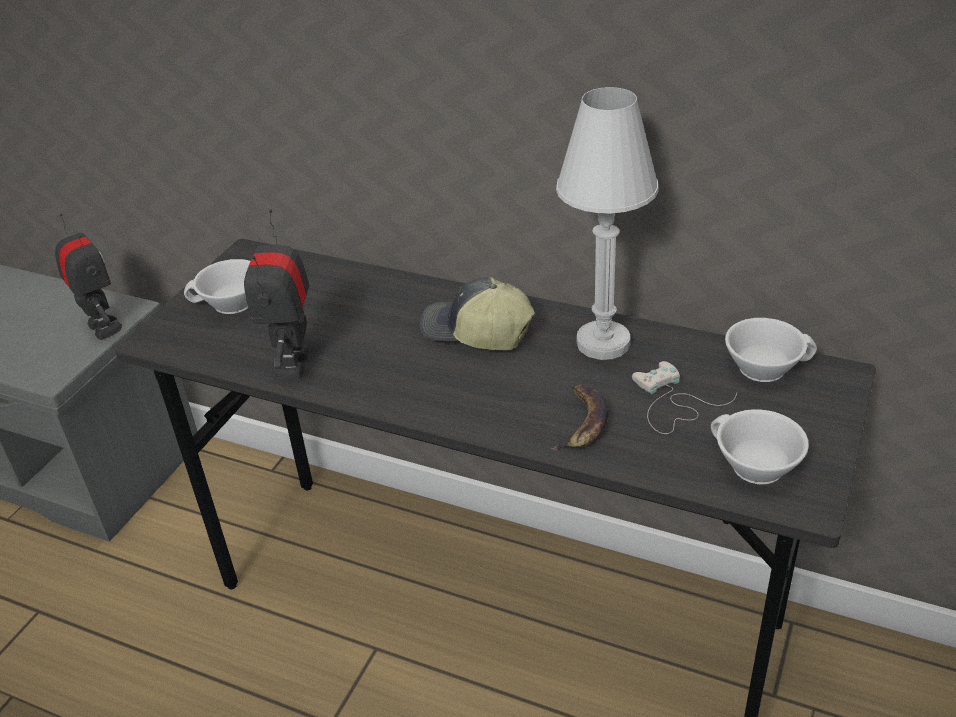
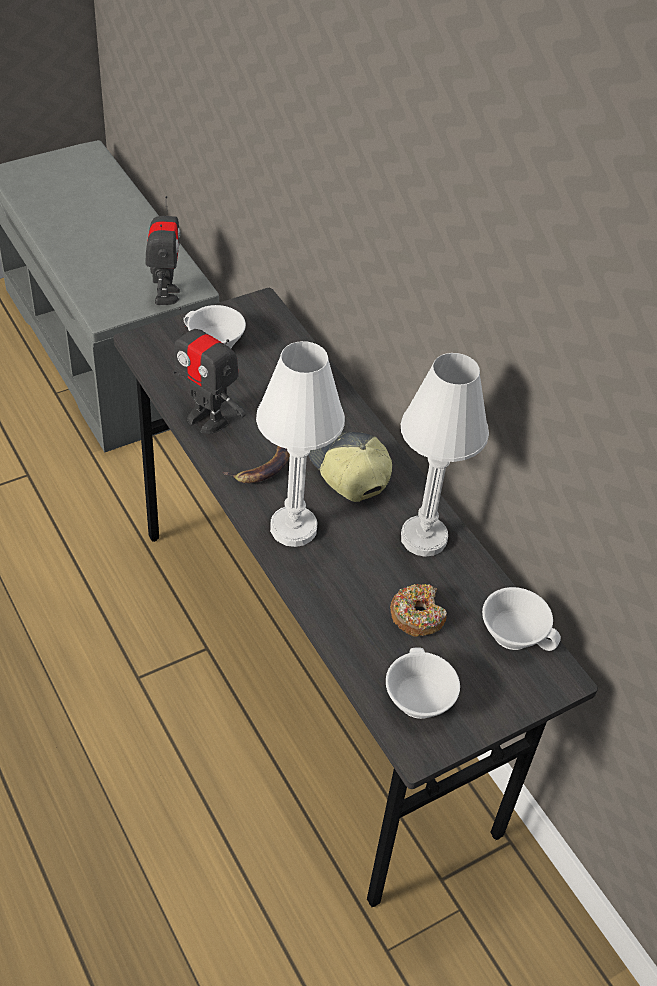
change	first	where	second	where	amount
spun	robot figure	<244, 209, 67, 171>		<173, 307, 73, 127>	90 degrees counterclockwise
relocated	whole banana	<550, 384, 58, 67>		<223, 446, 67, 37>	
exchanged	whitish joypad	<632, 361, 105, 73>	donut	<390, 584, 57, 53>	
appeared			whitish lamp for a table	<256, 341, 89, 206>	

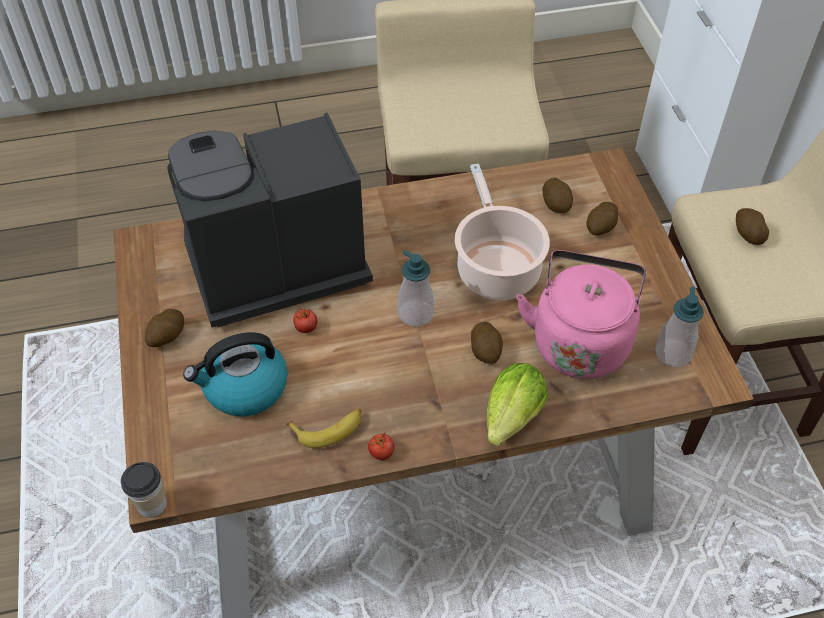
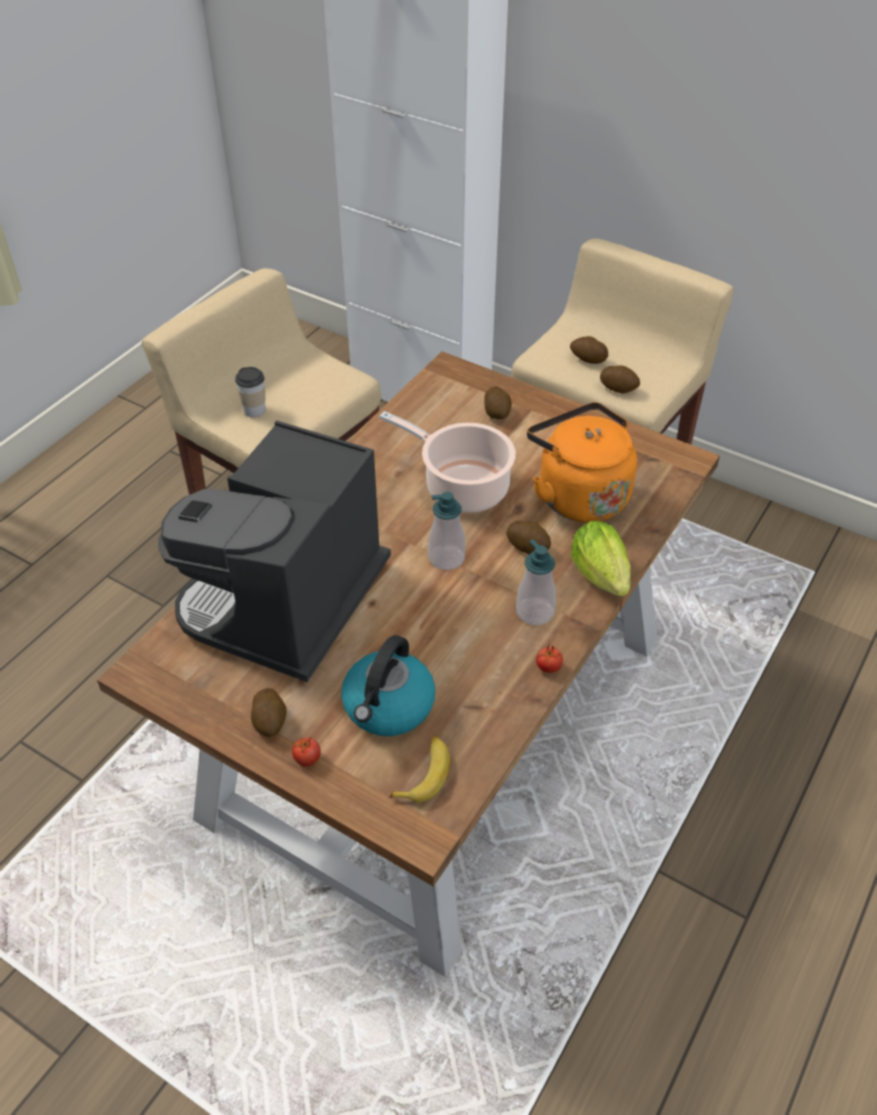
change	first	where	second	where	amount
relocated	drinking cup	<121, 462, 45, 56>		<235, 367, 31, 50>	
relocated	whole banana	<286, 409, 75, 39>		<389, 736, 61, 67>	
relocated	fresh tomato	<293, 309, 24, 24>		<292, 736, 29, 30>	
colour	pinkish water kettle	<516, 250, 130, 129>	orangey water kettle	<527, 402, 110, 121>	
relocated	whole potato	<542, 178, 31, 35>		<600, 365, 40, 28>	
relocated	soap dispenser	<655, 286, 49, 81>		<516, 539, 40, 86>	

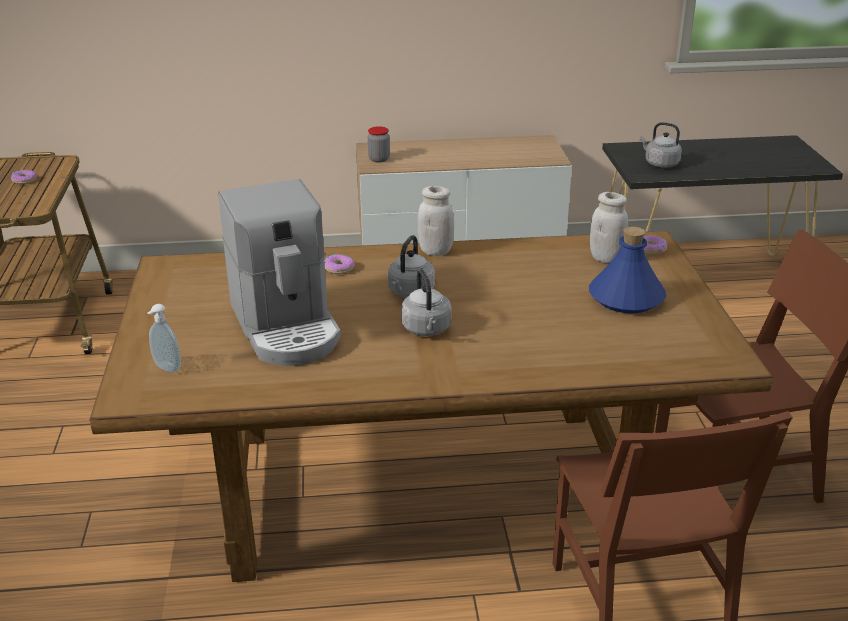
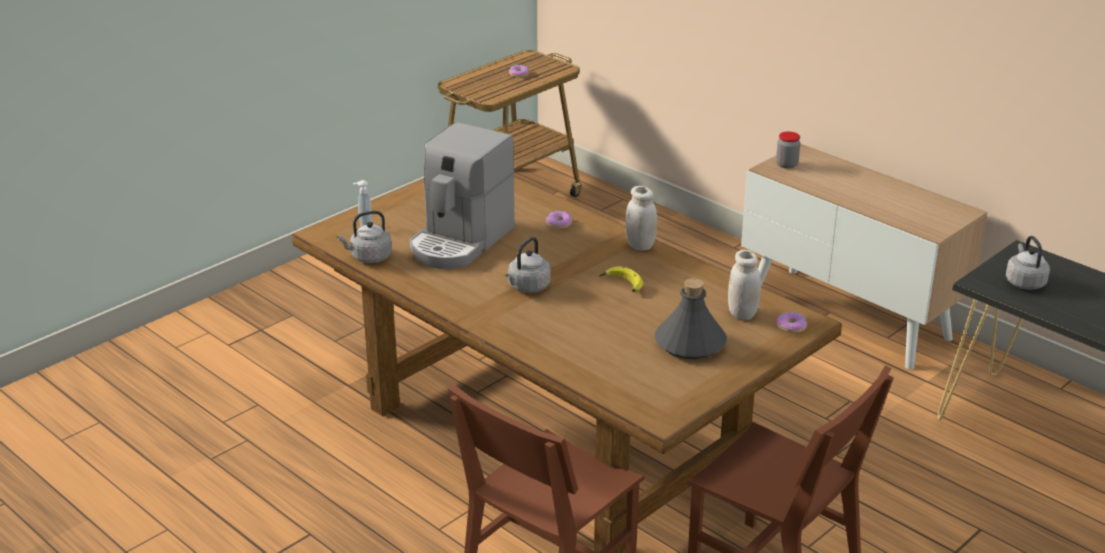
change	first	where	second	where	amount
relocated	greyish water kettle	<388, 235, 47, 63>		<337, 211, 55, 52>	
colour	bluish bottle	<589, 227, 77, 86>	greyish bottle	<655, 278, 72, 81>	
appeared			whole banana	<599, 266, 44, 26>	

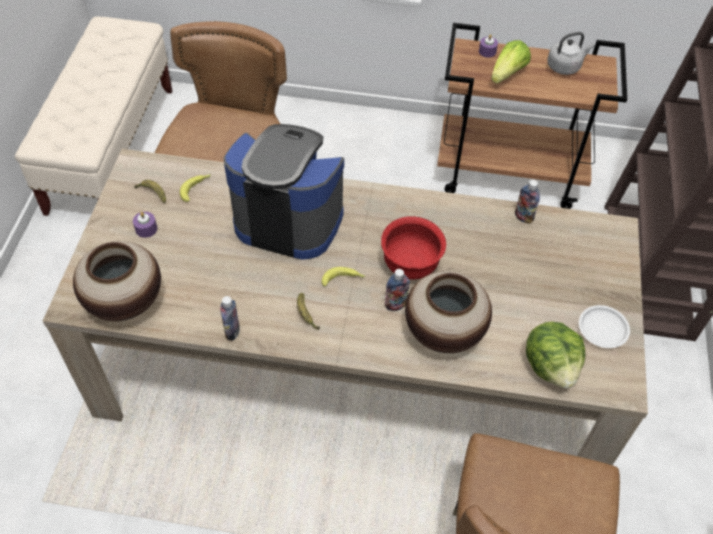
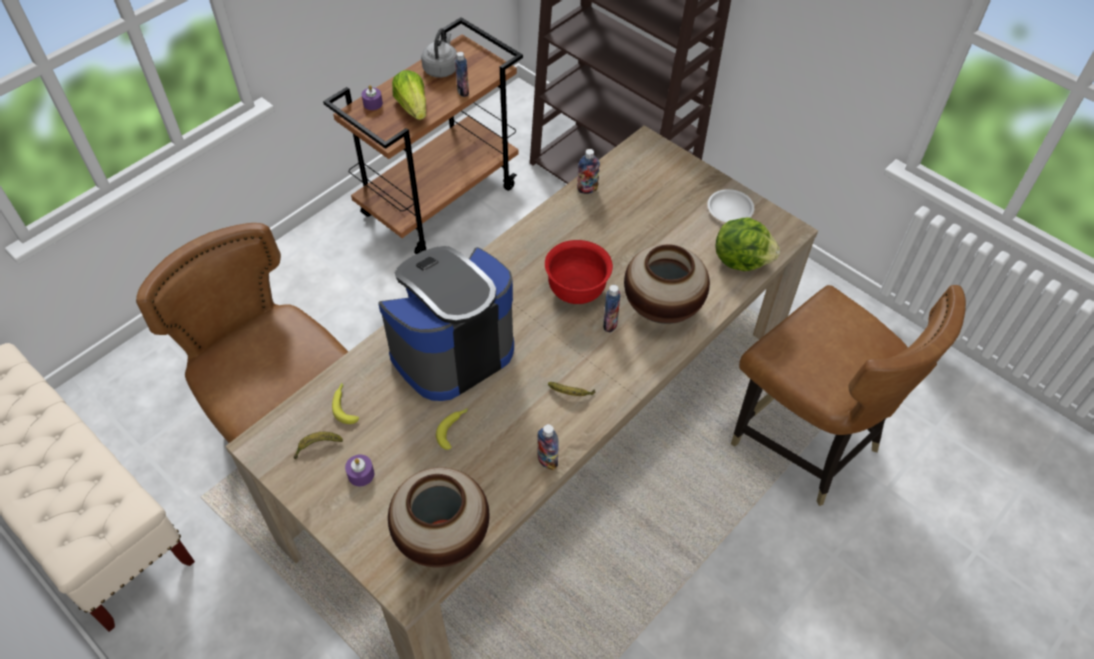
change	first	where	second	where	amount
relocated	whole banana	<322, 267, 43, 19>		<436, 408, 32, 42>	
appeared			bottle	<455, 52, 14, 45>	

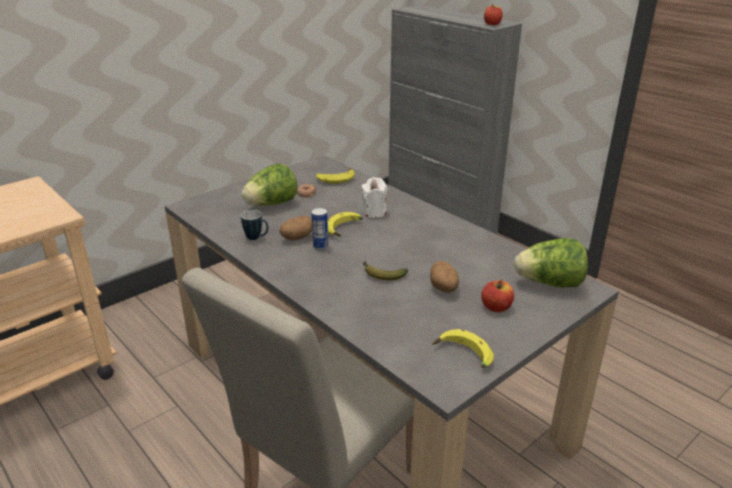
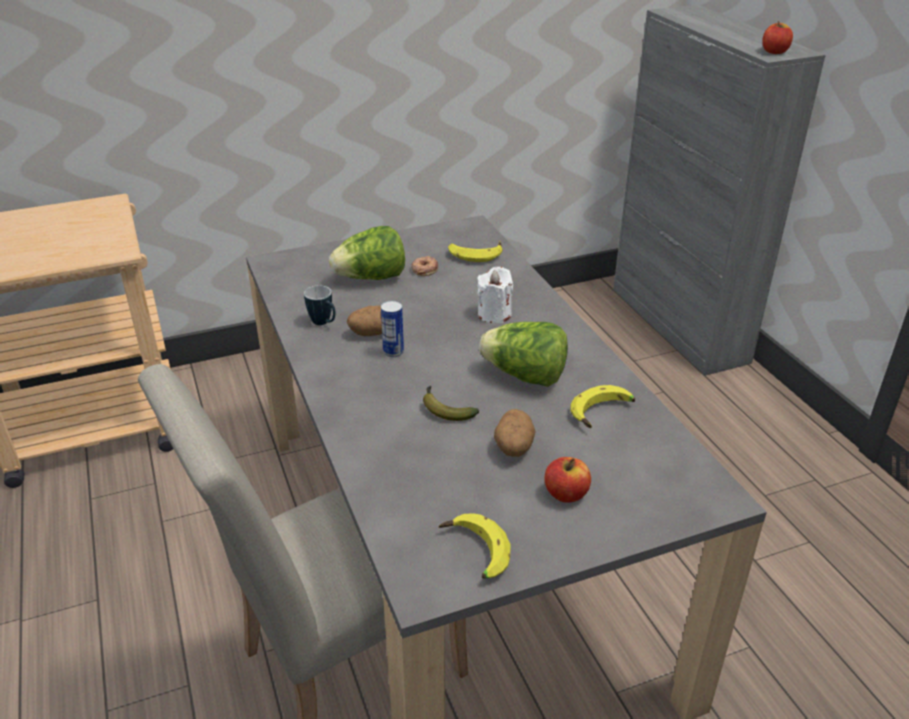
change	first	where	second	where	amount
relocated	whole banana	<328, 212, 35, 25>		<571, 385, 64, 43>	
relocated	head of lettuce	<514, 238, 74, 49>		<479, 322, 89, 65>	

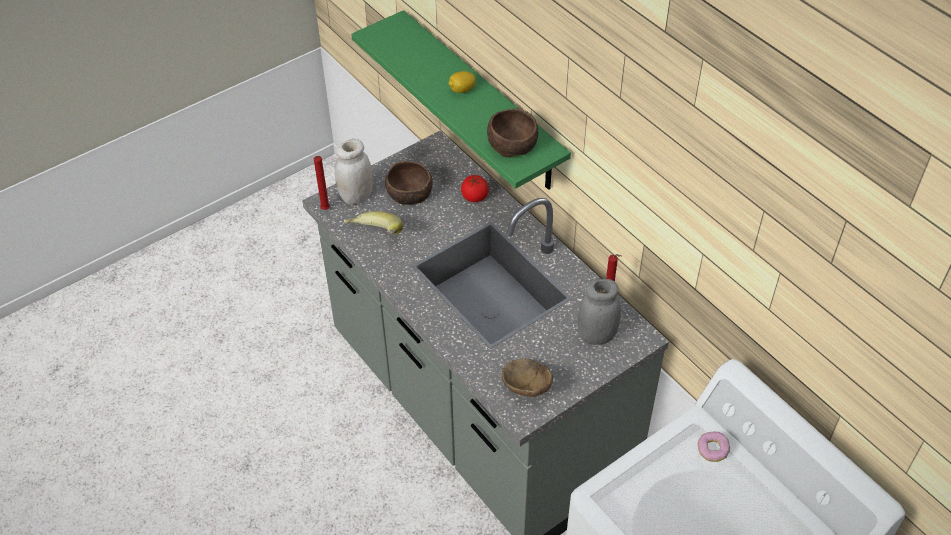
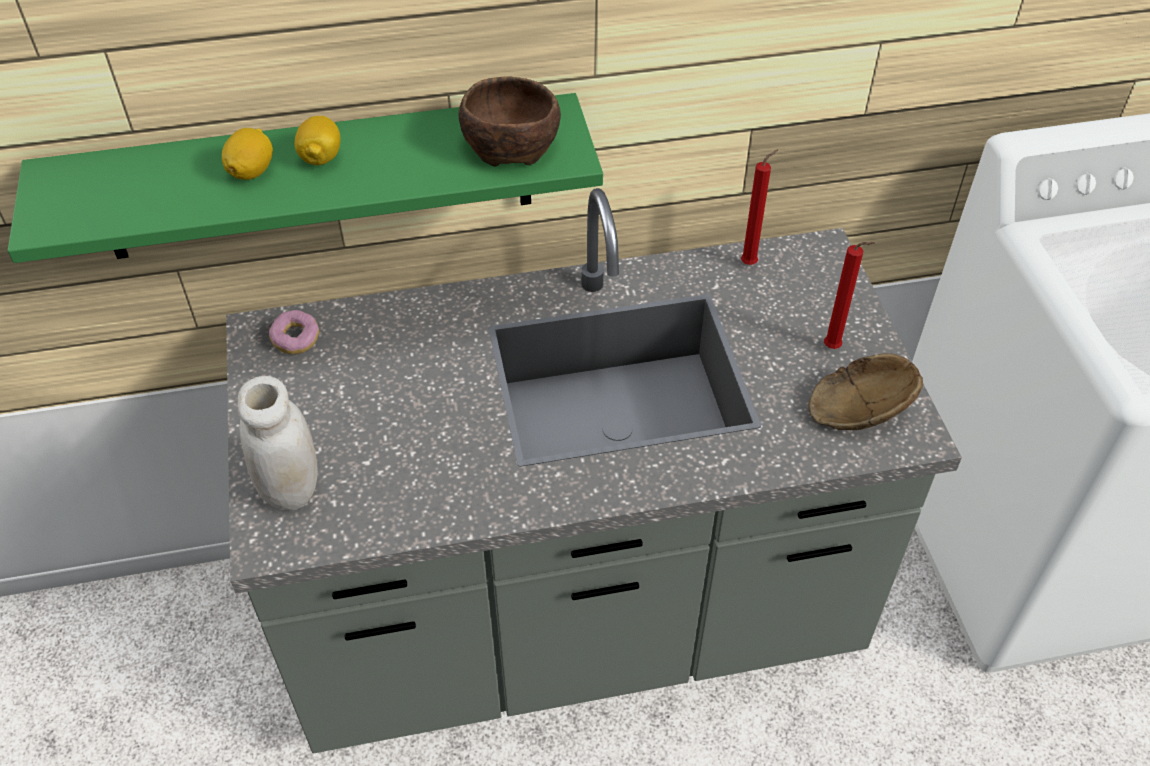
change	first	where	second	where	amount
relocated	reddish candle	<314, 156, 16, 54>		<824, 242, 51, 107>	
missing	whole banana	<344, 211, 59, 23>			
missing	brown bowl	<385, 161, 48, 44>			
missing	fresh tomato	<461, 175, 28, 27>			
missing	greyish storage jar	<578, 279, 43, 66>			
relocated	donut	<698, 432, 32, 30>		<269, 310, 50, 44>	
appeared			whole lemon	<222, 128, 51, 52>	

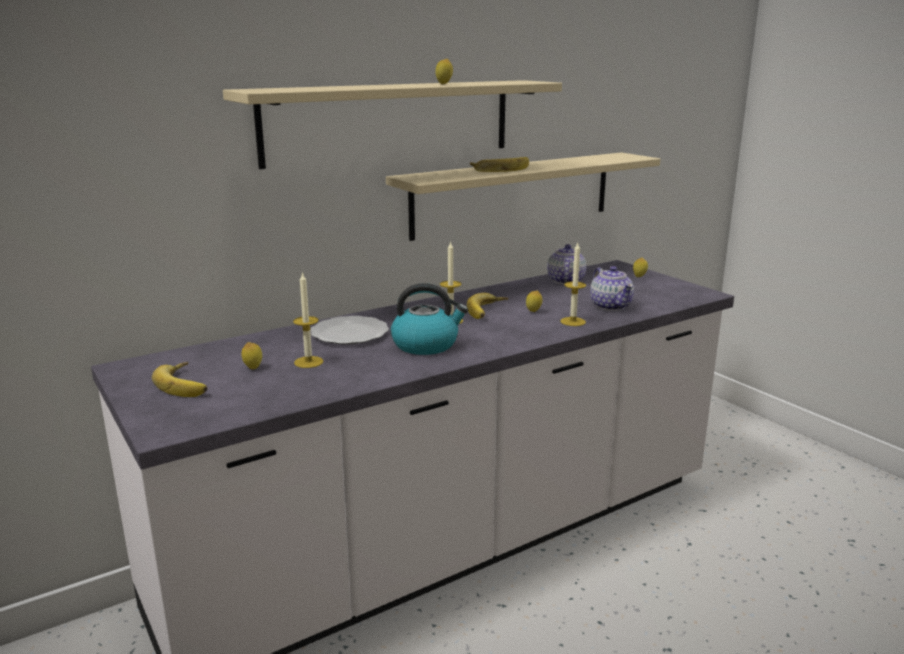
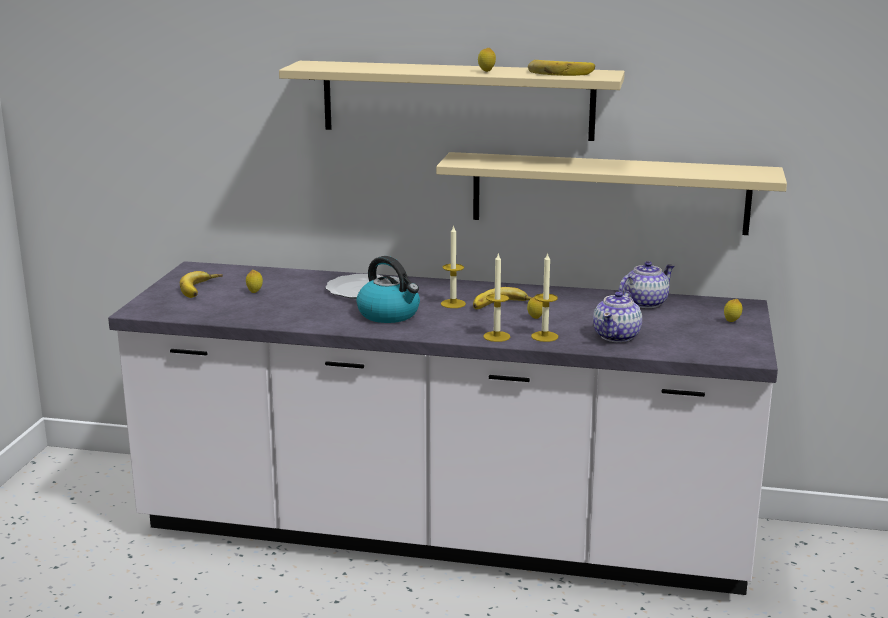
change	first	where	second	where	amount
relocated	candle	<293, 272, 30, 96>		<483, 252, 27, 90>	
relocated	whole banana	<470, 157, 59, 15>		<528, 60, 67, 16>	

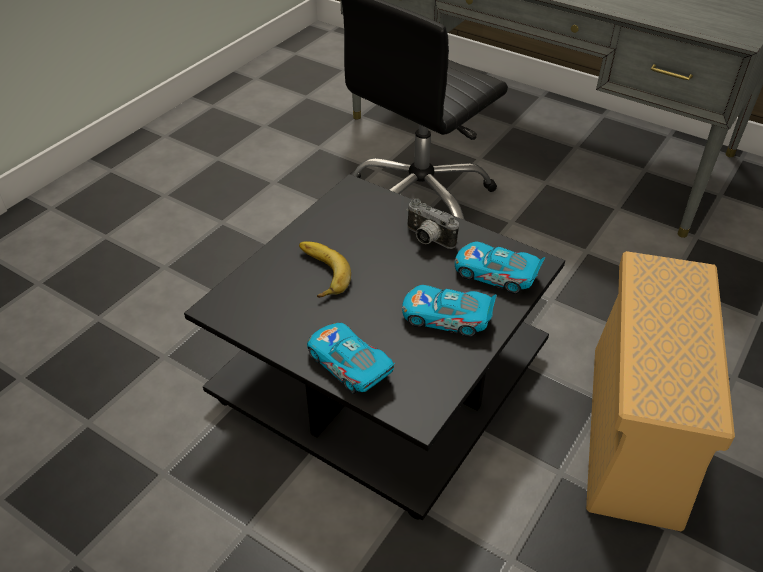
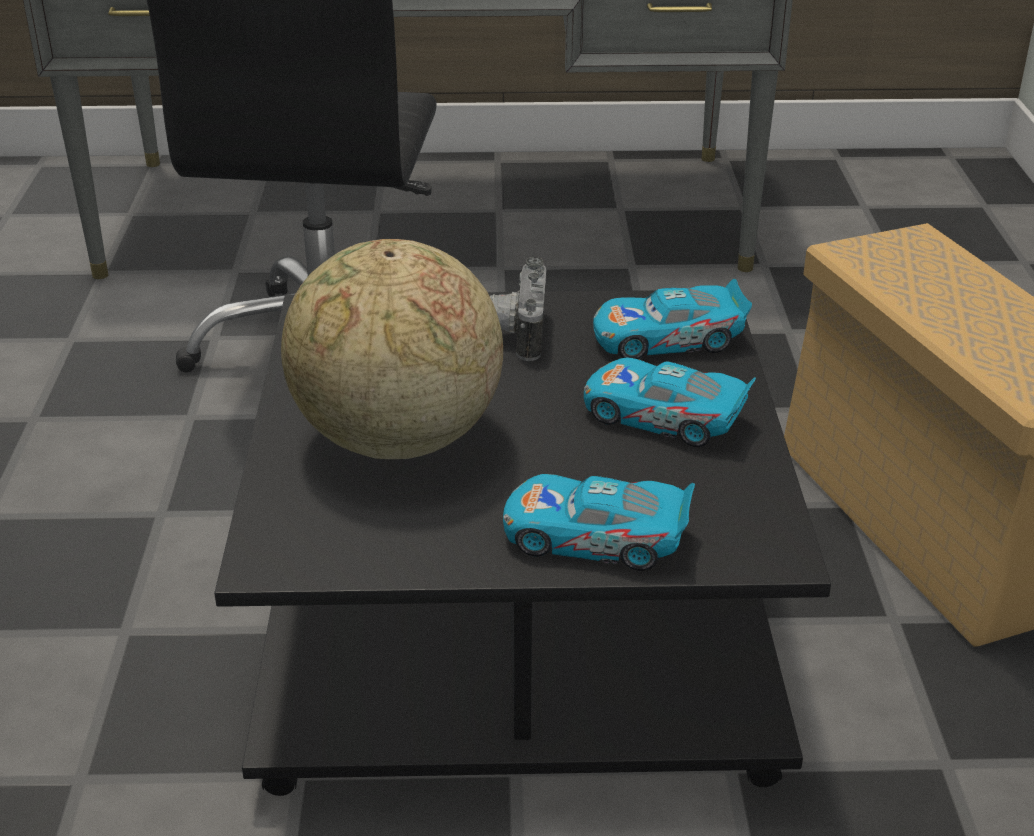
change	first	where	second	where	amount
exchanged	whole banana	<299, 242, 52, 56>	world globe	<281, 239, 222, 220>	
spun	toy car	<402, 285, 95, 52>		<584, 358, 172, 89>	45 degrees clockwise
spun	photo camera	<406, 198, 53, 51>		<490, 257, 56, 104>	90 degrees clockwise

